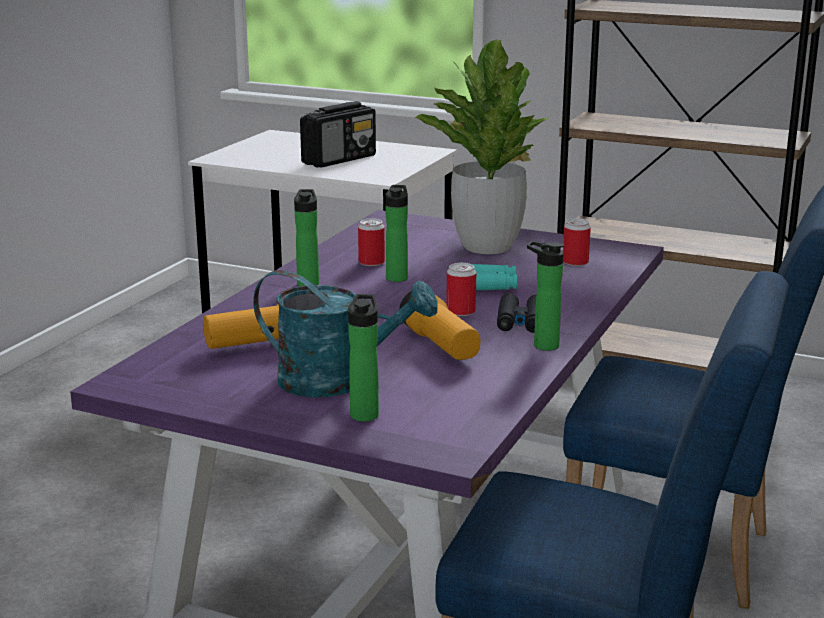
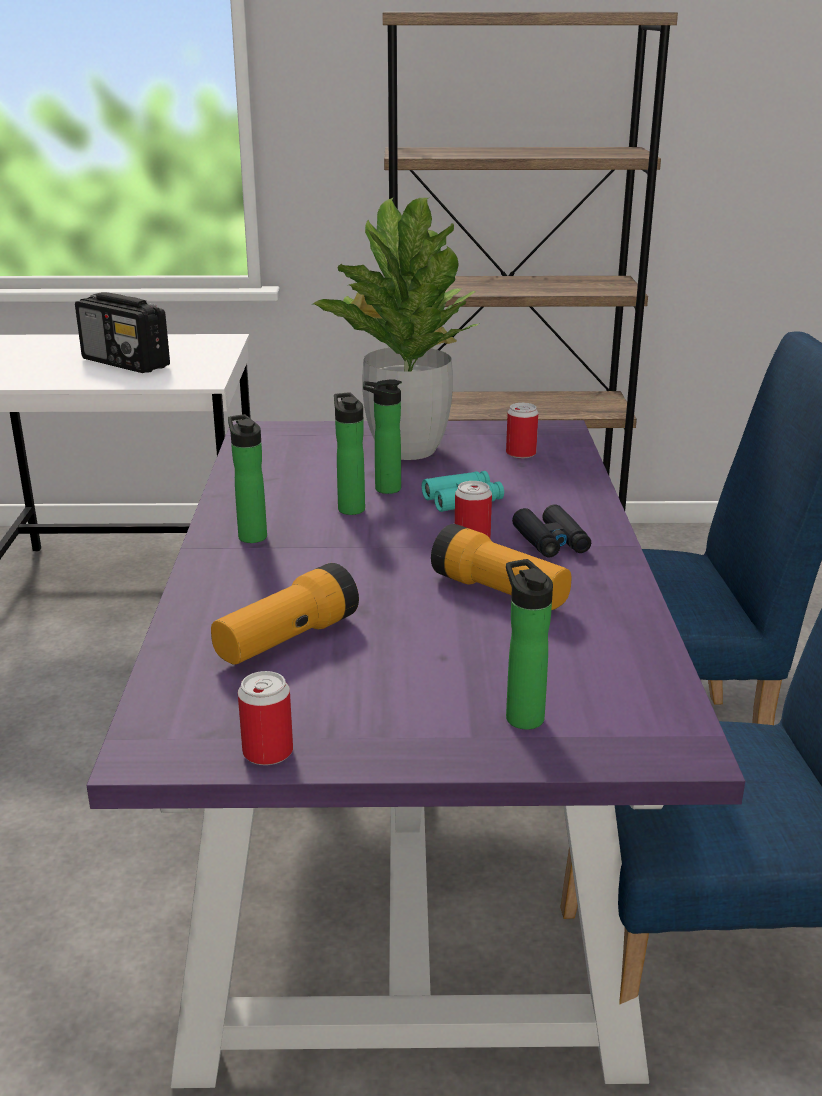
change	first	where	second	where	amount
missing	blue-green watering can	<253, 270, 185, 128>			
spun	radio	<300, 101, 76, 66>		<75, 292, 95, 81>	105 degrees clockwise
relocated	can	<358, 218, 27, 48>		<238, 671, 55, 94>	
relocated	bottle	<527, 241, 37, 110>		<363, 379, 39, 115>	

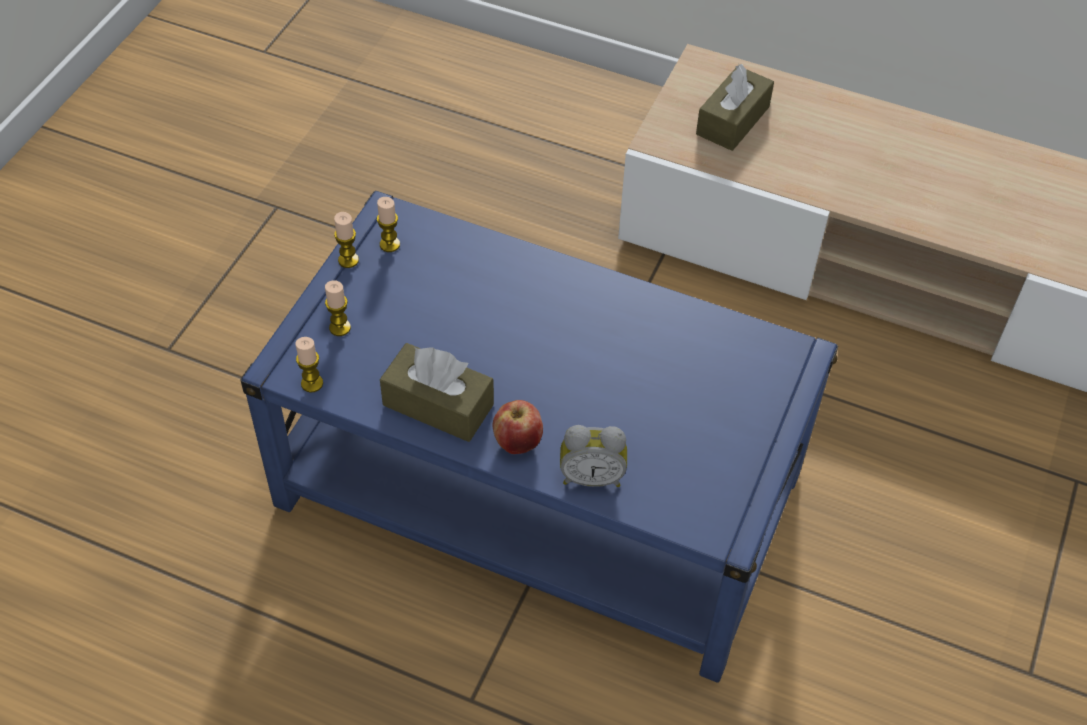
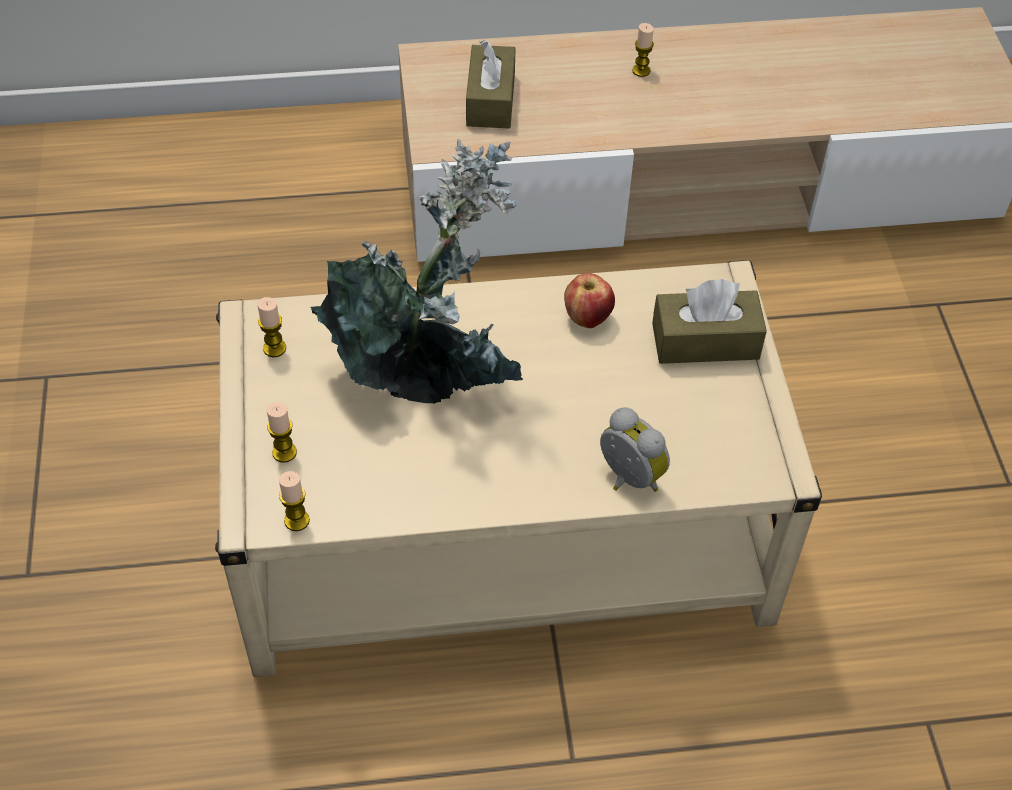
change	first	where	second	where	amount
colour	bluish coffee table	<240, 191, 598, 492>	beige coffee table	<215, 260, 607, 417>	
relocated	candle	<334, 212, 25, 56>		<632, 23, 22, 54>	
relocated	brown tissue holder	<380, 343, 114, 99>		<652, 279, 115, 85>	
relocated	apple	<492, 400, 51, 54>		<564, 273, 51, 55>	
spun	bedside clock	<560, 425, 67, 62>		<600, 407, 70, 85>	105 degrees counterclockwise
appeared			houseplant	<311, 139, 212, 265>	

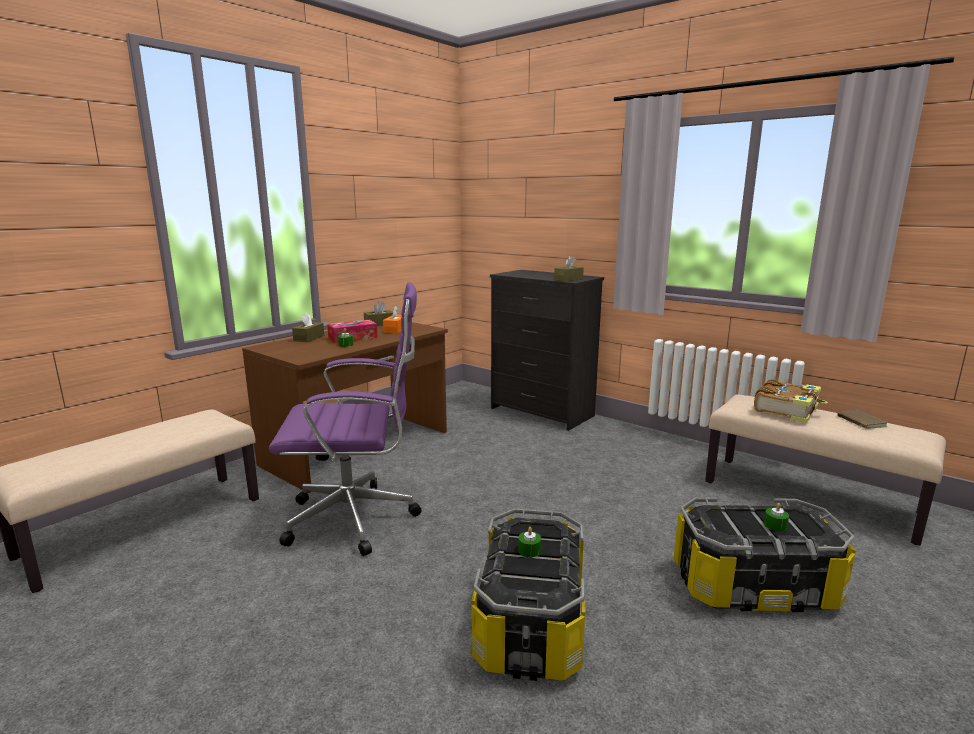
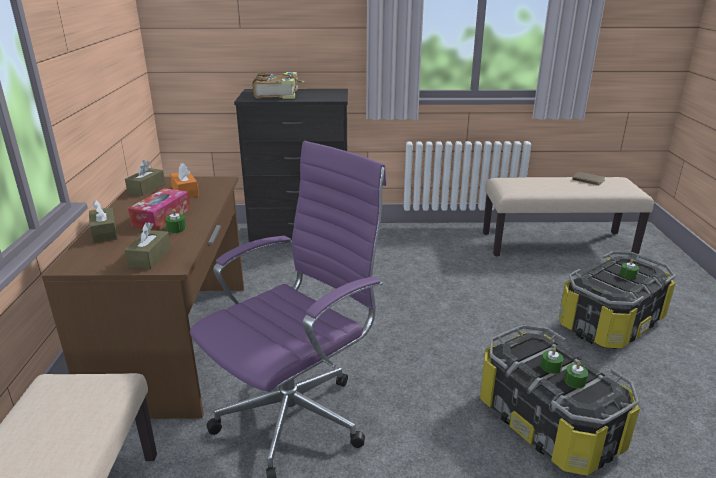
change	first	where	second	where	amount
relocated	brown tissue holder	<554, 256, 30, 26>		<124, 222, 47, 48>	
relocated	volume	<754, 379, 74, 44>		<253, 72, 52, 27>	
appeared			greenish candle	<564, 362, 24, 27>	

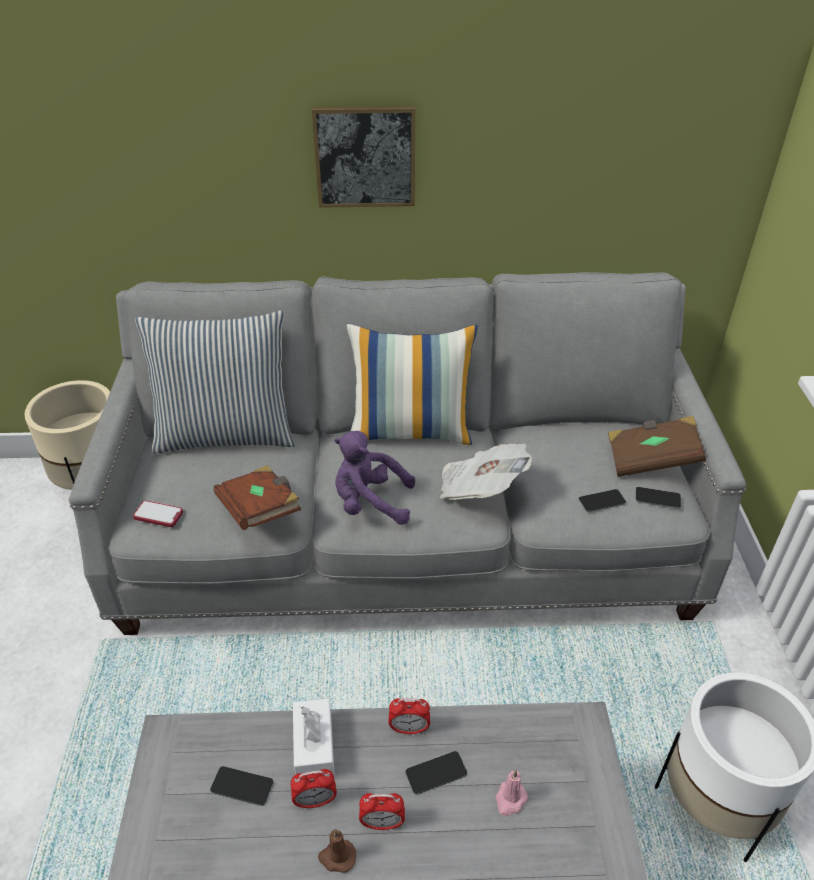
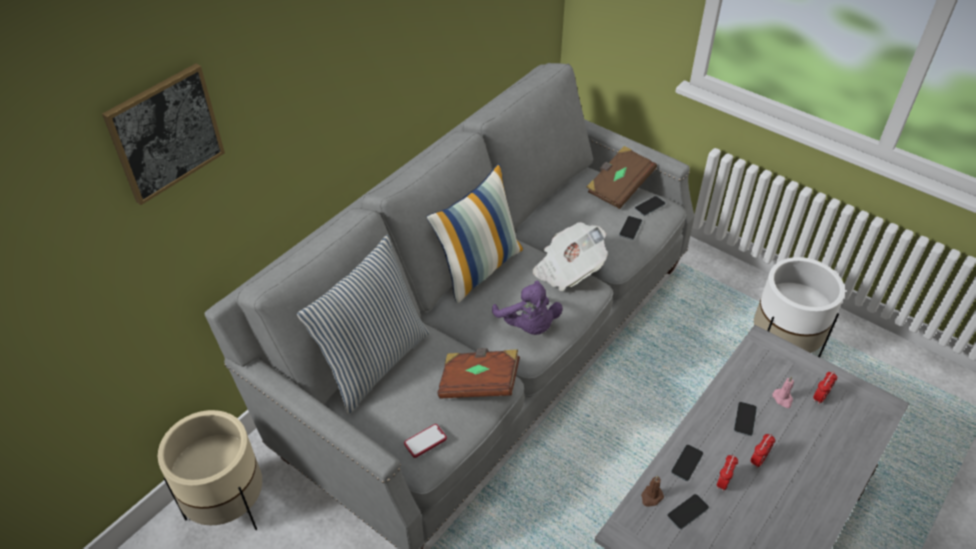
change	first	where	second	where	amount
exchanged	whitish tissue holder	<293, 698, 42, 79>	phone	<671, 445, 32, 36>	
relocated	wall picture	<312, 106, 103, 102>		<102, 63, 123, 142>	
relocated	brown candle	<318, 829, 38, 44>		<641, 475, 23, 32>	
spun	purple plush toy	<334, 431, 81, 94>		<492, 281, 71, 54>	75 degrees counterclockwise
relocated	bedside clock	<389, 698, 41, 36>		<813, 371, 24, 34>	

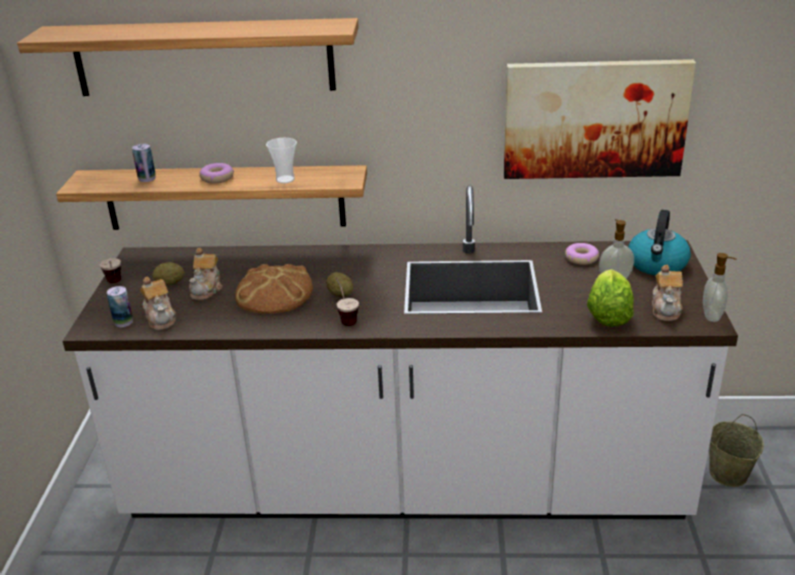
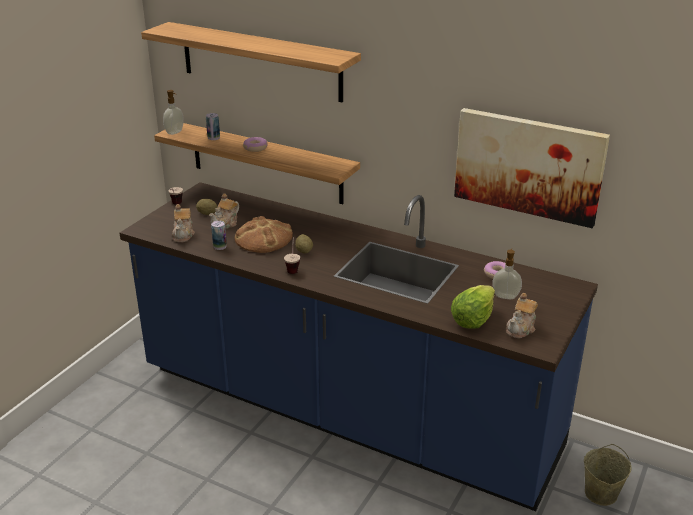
change	first	where	second	where	amount
colour	whitish kitchen base unit	<63, 185, 675, 334>	bluish kitchen base unit	<120, 182, 478, 329>	
relocated	can	<107, 286, 26, 41>		<211, 221, 16, 29>	
missing	drinking cup	<266, 138, 31, 46>			
missing	water kettle	<628, 210, 63, 65>			
relocated	soap dispenser	<703, 253, 33, 69>		<163, 90, 21, 45>	

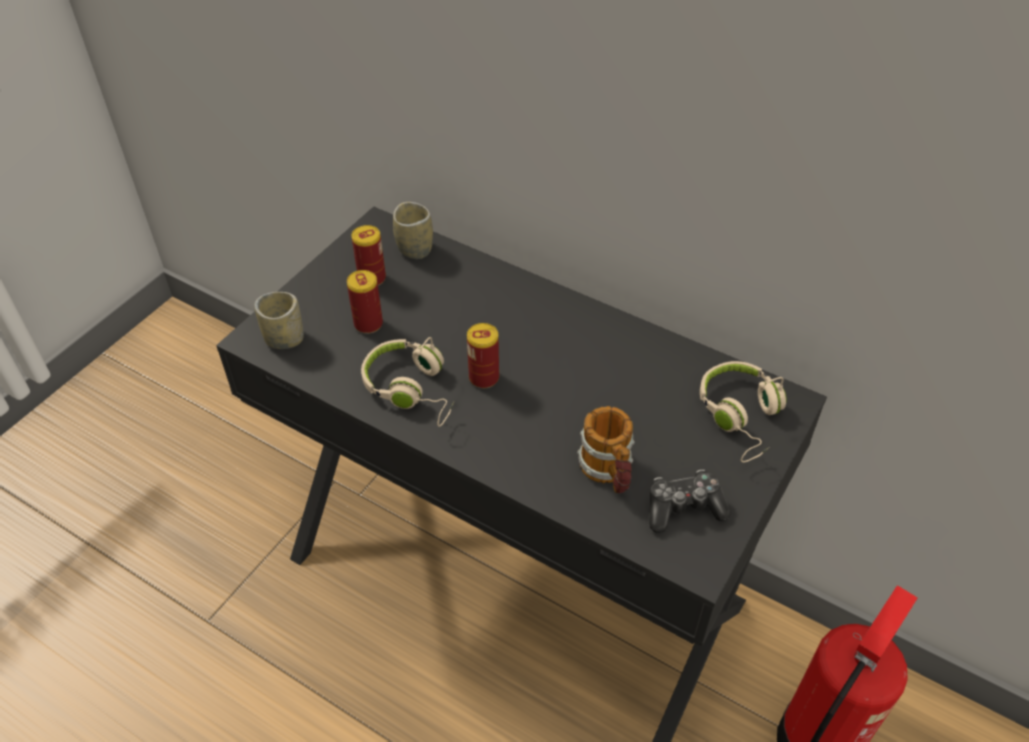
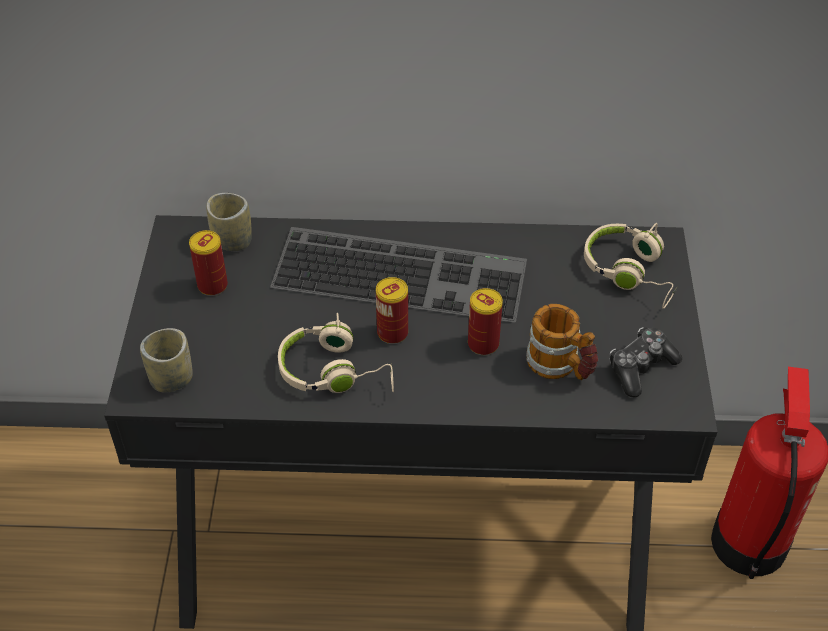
change	first	where	second	where	amount
relocated	can	<347, 270, 36, 64>		<468, 288, 35, 67>	
appeared			computer keyboard	<270, 227, 257, 96>	

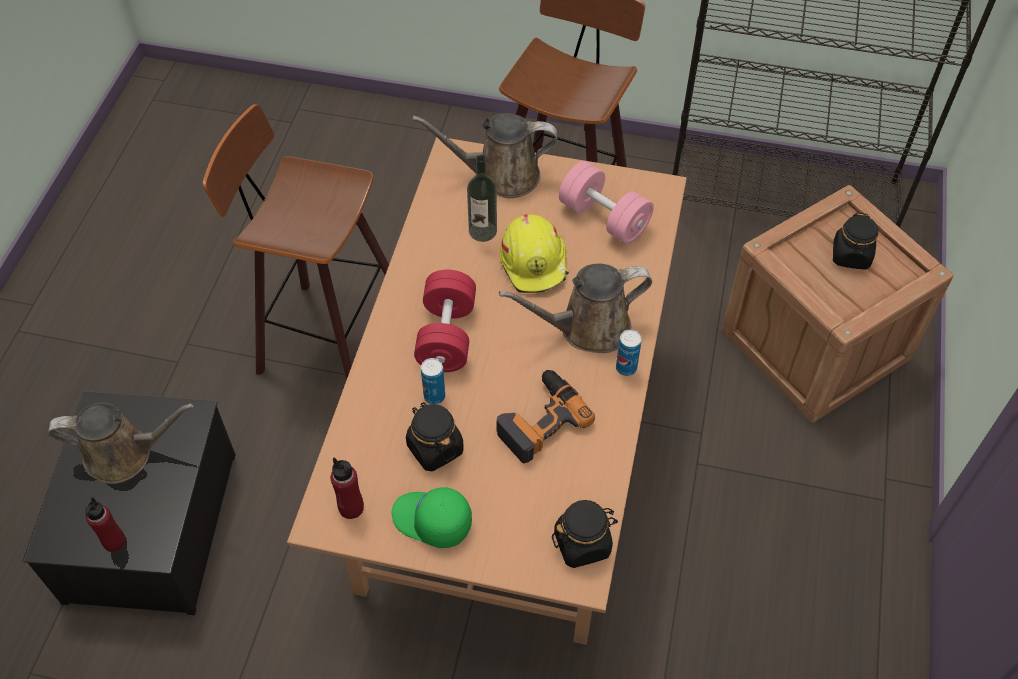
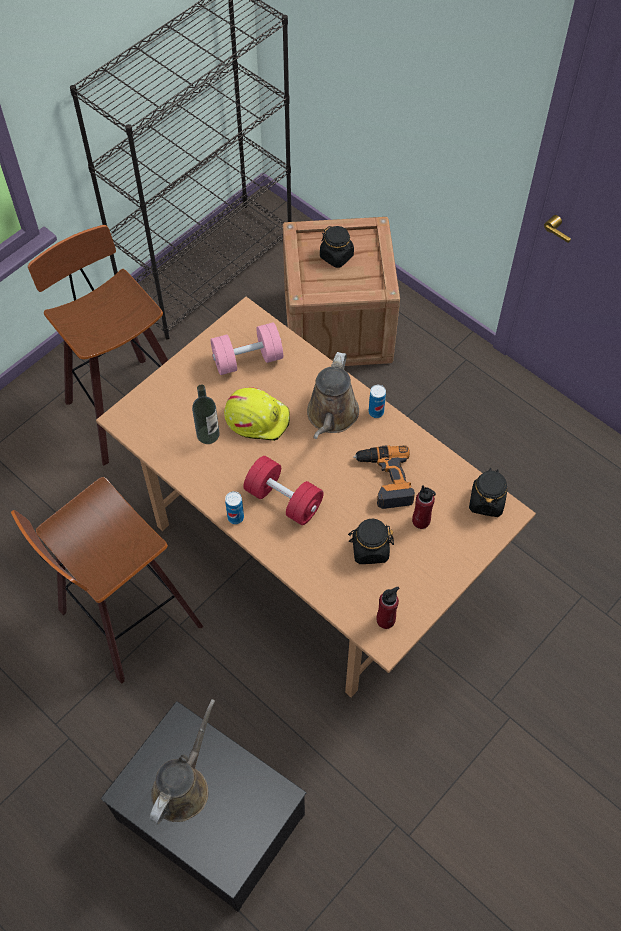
change	first	where	second	where	amount
relocated	reddish bottle	<85, 497, 41, 55>		<412, 485, 24, 44>	
missing	greenish peaked cap	<392, 487, 80, 61>			
missing	brown watering can	<412, 113, 145, 85>			
relocated	can	<421, 358, 24, 46>		<225, 491, 19, 33>	

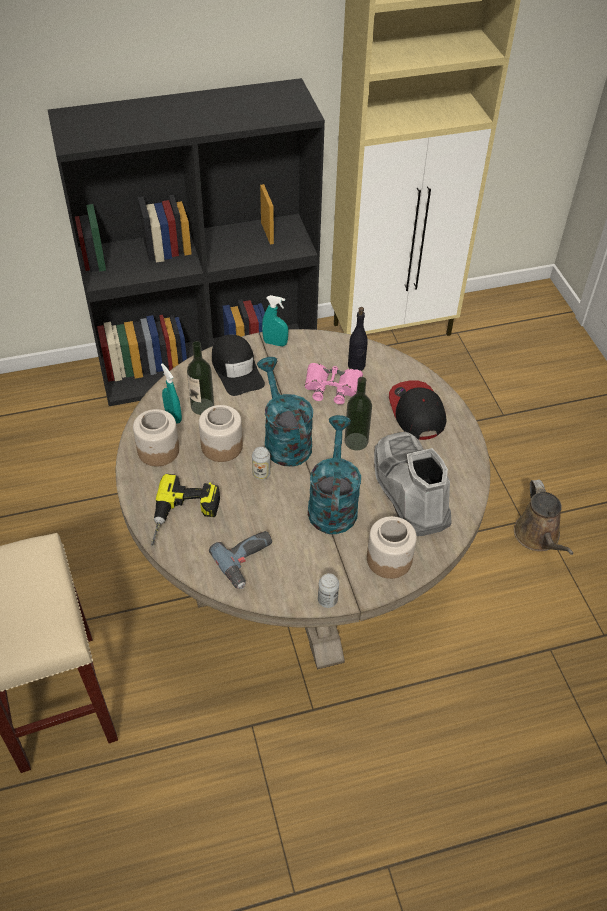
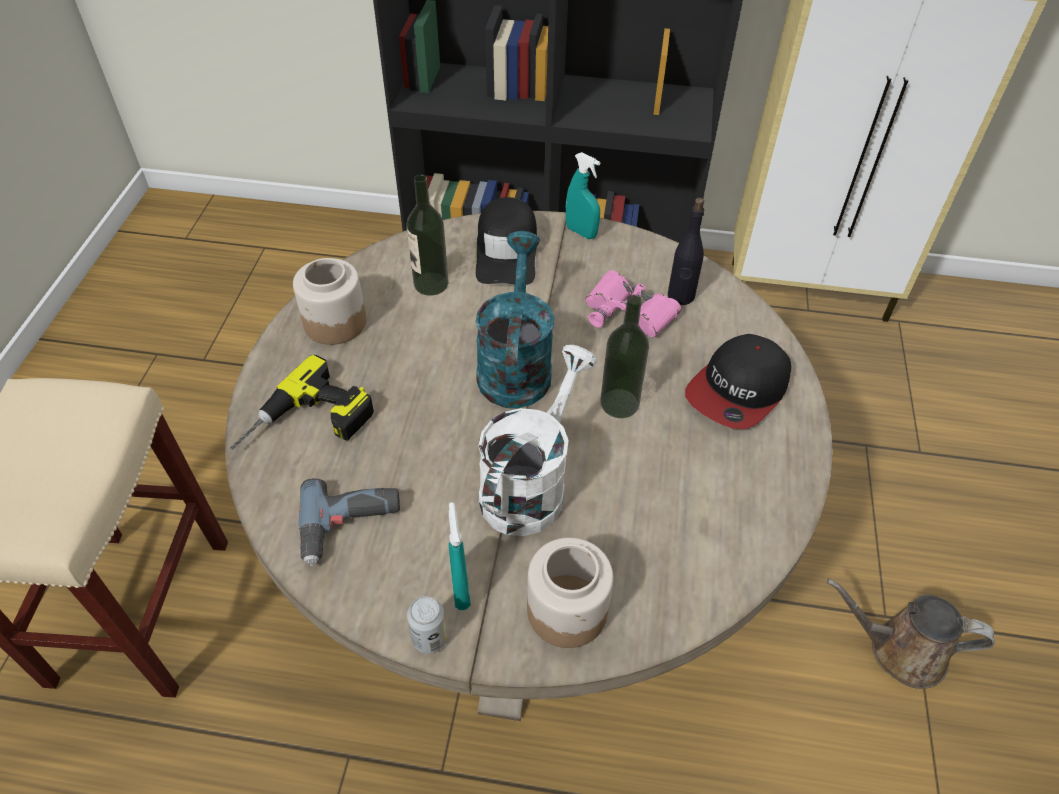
change	first	where	second	where	amount
relocated	blue-green sprayer	<161, 363, 21, 61>		<449, 502, 22, 108>	
missing	storage jar	<199, 405, 44, 57>			
missing	can	<252, 447, 19, 33>			
colour	blue-green watering can	<308, 415, 53, 119>	whitish watering can	<478, 345, 119, 191>	
missing	greyish high-top boot	<374, 431, 78, 105>			
spun	peaked cap	<389, 381, 57, 59>		<685, 334, 106, 95>	150 degrees counterclockwise
spun	brown watering can	<514, 480, 59, 75>		<827, 578, 167, 111>	90 degrees clockwise

